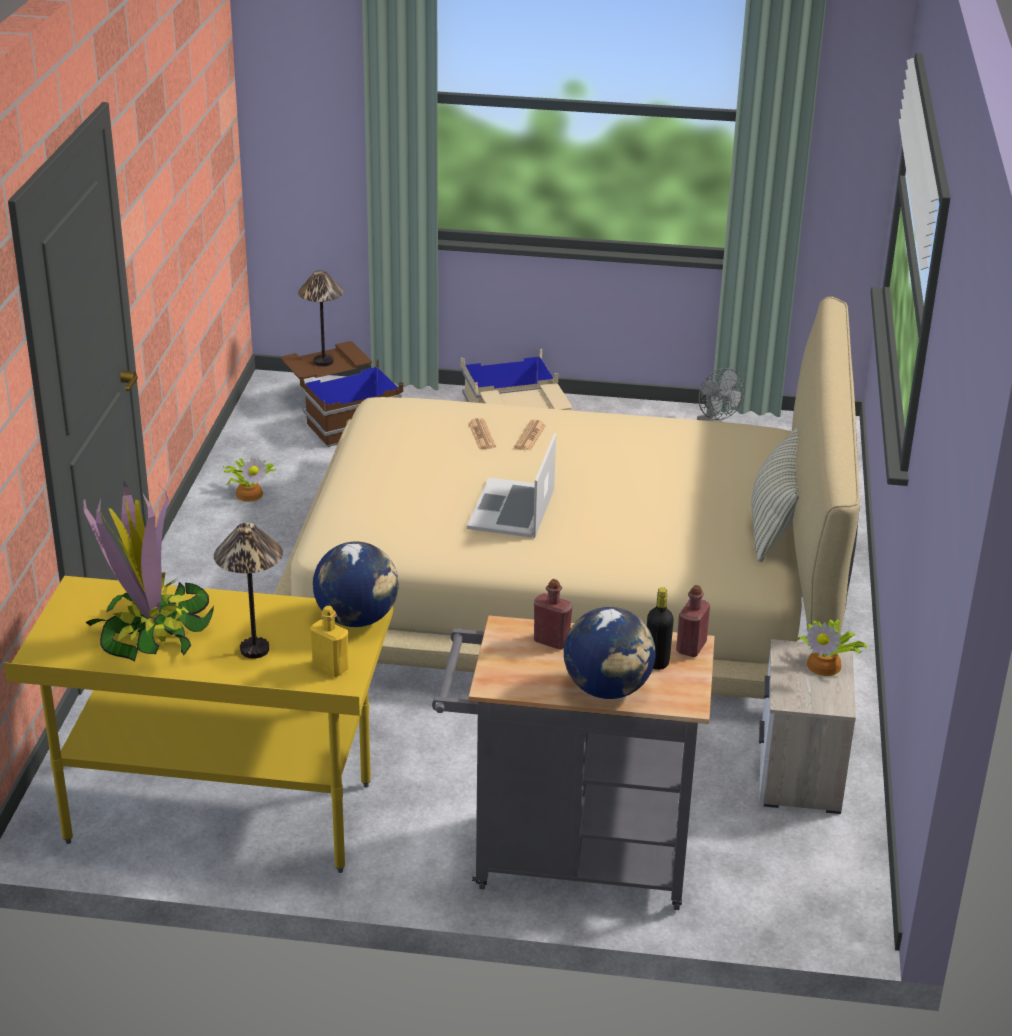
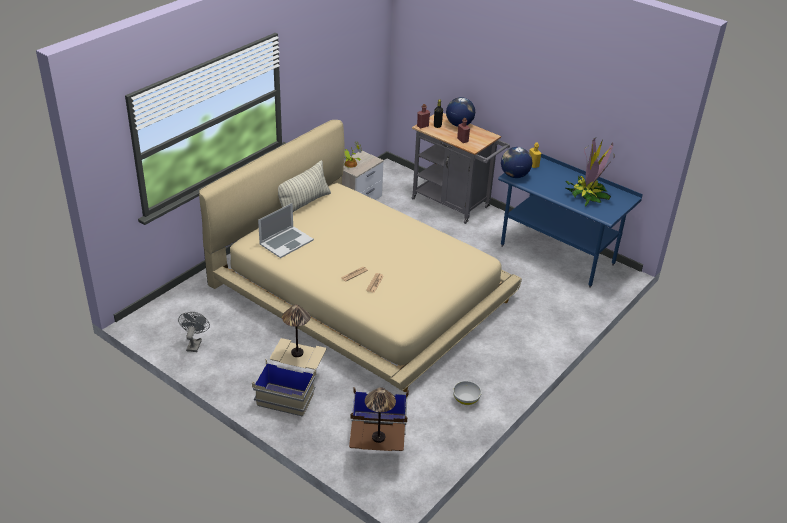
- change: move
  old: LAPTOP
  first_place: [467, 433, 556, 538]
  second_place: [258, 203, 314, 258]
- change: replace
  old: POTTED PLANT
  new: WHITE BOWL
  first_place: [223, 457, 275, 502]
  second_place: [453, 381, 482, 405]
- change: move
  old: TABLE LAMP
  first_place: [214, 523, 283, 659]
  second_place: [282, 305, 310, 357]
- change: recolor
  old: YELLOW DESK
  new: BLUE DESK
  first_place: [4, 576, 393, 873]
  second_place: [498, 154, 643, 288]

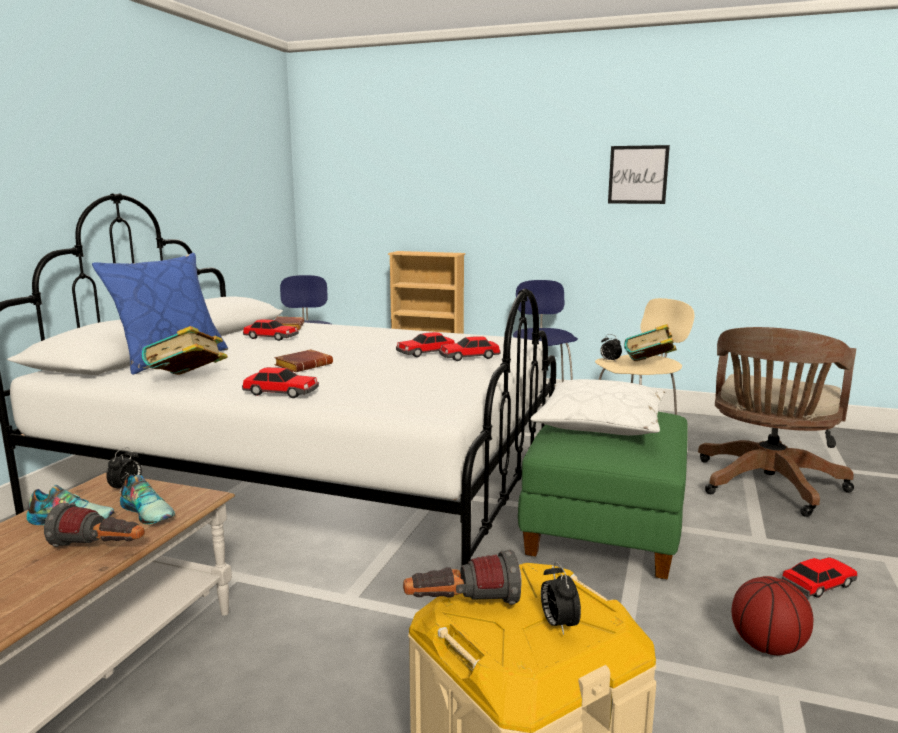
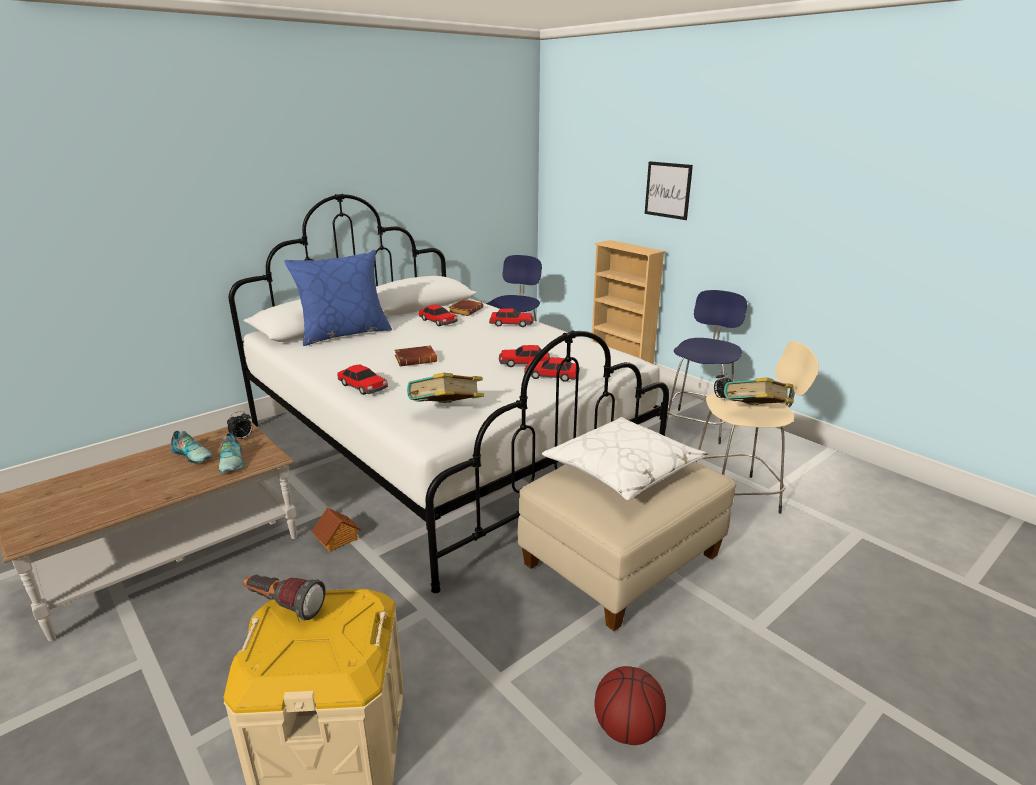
- change: move
  old: PICTURE
  first_place: [608, 145, 670, 204]
  second_place: [645, 161, 693, 220]
- change: move
  old: BOOK
  first_place: [142, 326, 228, 375]
  second_place: [407, 372, 484, 403]
- change: delete
  old: BROWN OFFICE CHAIR
  first_place: [698, 327, 856, 517]
- change: recolor
  old: GREEN OTTOMAN
  new: BEIGE OTTOMAN
  first_place: [518, 412, 688, 579]
  second_place: [517, 462, 736, 631]
- change: delete
  old: FLASHLIGHT
  first_place: [44, 503, 145, 547]
- change: move
  old: TOY CAR
  first_place: [782, 557, 857, 598]
  second_place: [489, 308, 534, 327]
- change: delete
  old: ALARM CLOCK
  first_place: [541, 562, 581, 635]
- change: insert
  new: TOY HOUSE
  second_place: [311, 508, 361, 552]

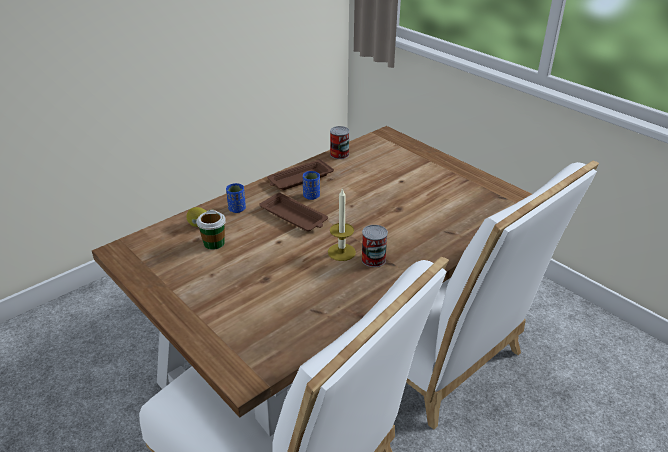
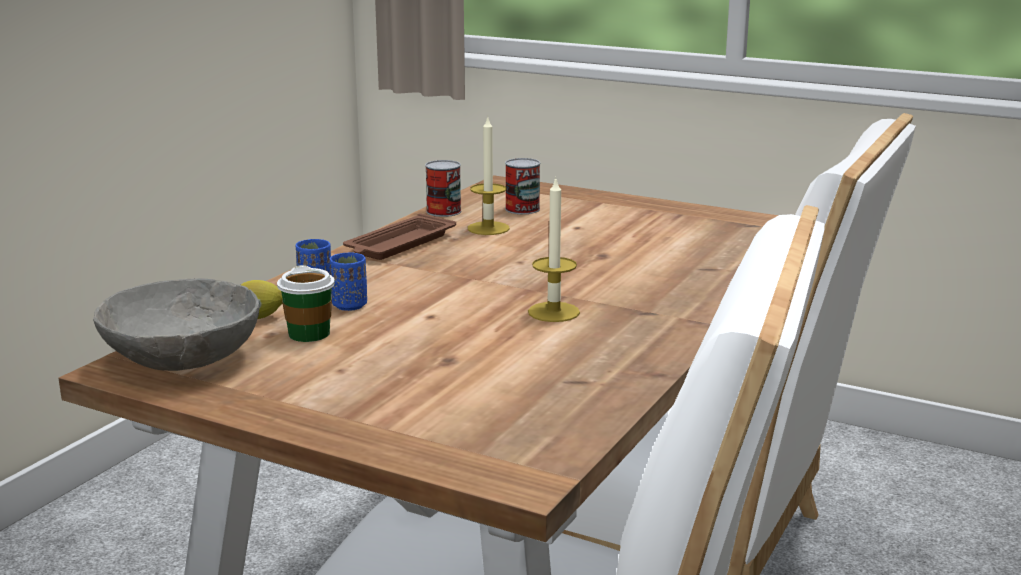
- change: move
  old: BLUE CUP
  first_place: [303, 171, 320, 200]
  second_place: [330, 252, 367, 311]
- change: delete
  old: BROWN TRAY
  first_place: [259, 192, 328, 232]
- change: move
  old: CAN
  first_place: [361, 225, 388, 267]
  second_place: [505, 158, 540, 214]
- change: insert
  new: CANDLE
  second_place: [468, 115, 510, 235]
- change: insert
  new: GREY BOWL
  second_place: [93, 278, 259, 371]

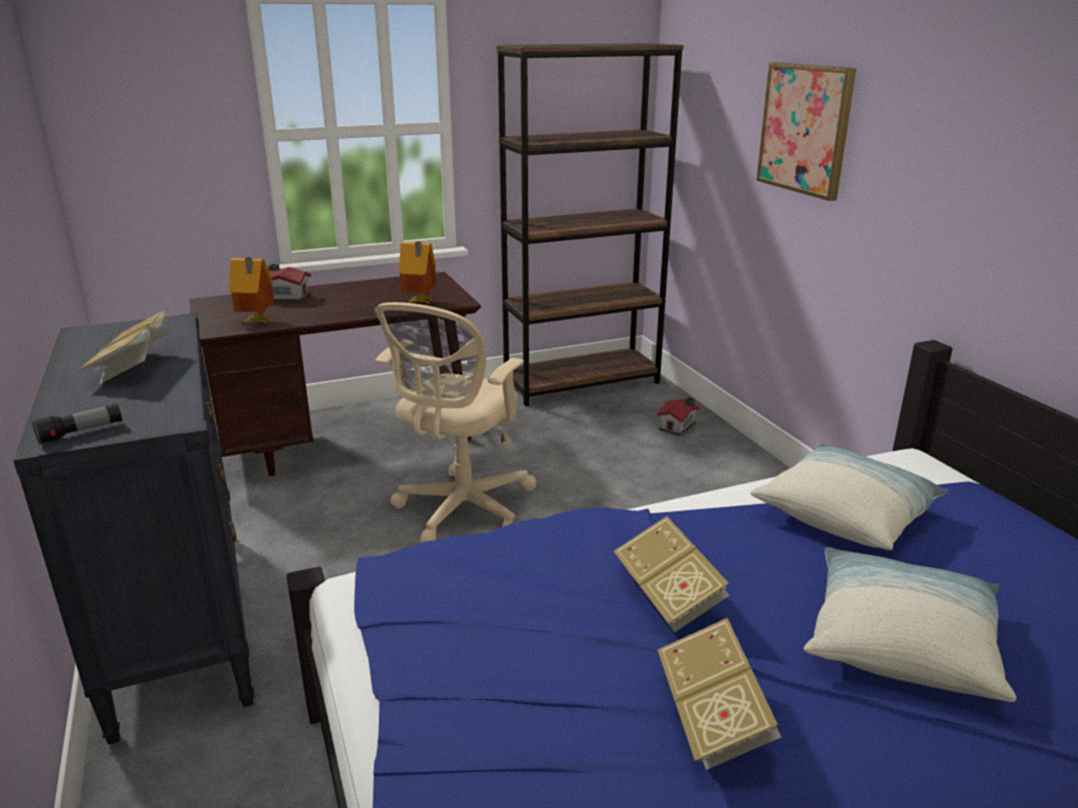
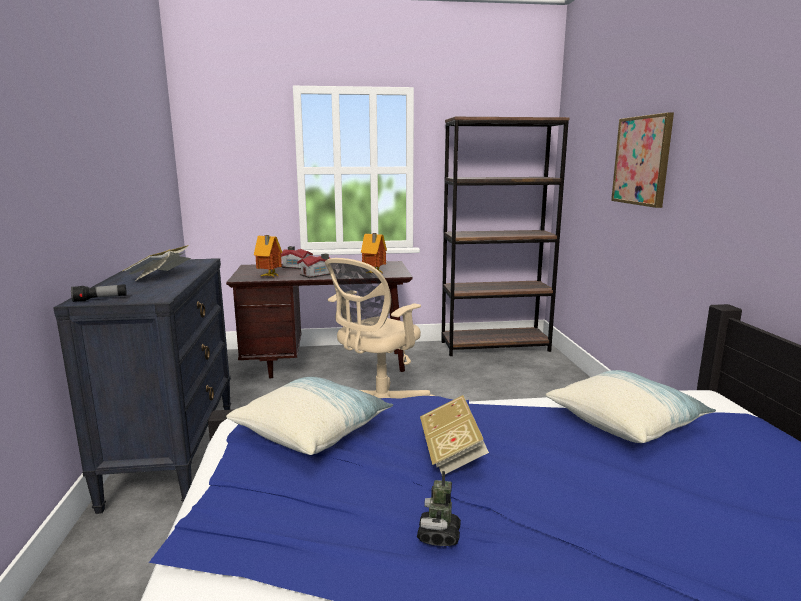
- change: move
  old: TOY HOUSE
  first_place: [657, 397, 700, 436]
  second_place: [297, 253, 330, 278]
- change: move
  old: PILLOW
  first_place: [804, 547, 1017, 702]
  second_place: [226, 377, 393, 455]
- change: replace
  old: BOOK
  new: TOY ROBOT
  first_place: [658, 618, 781, 770]
  second_place: [417, 471, 461, 546]

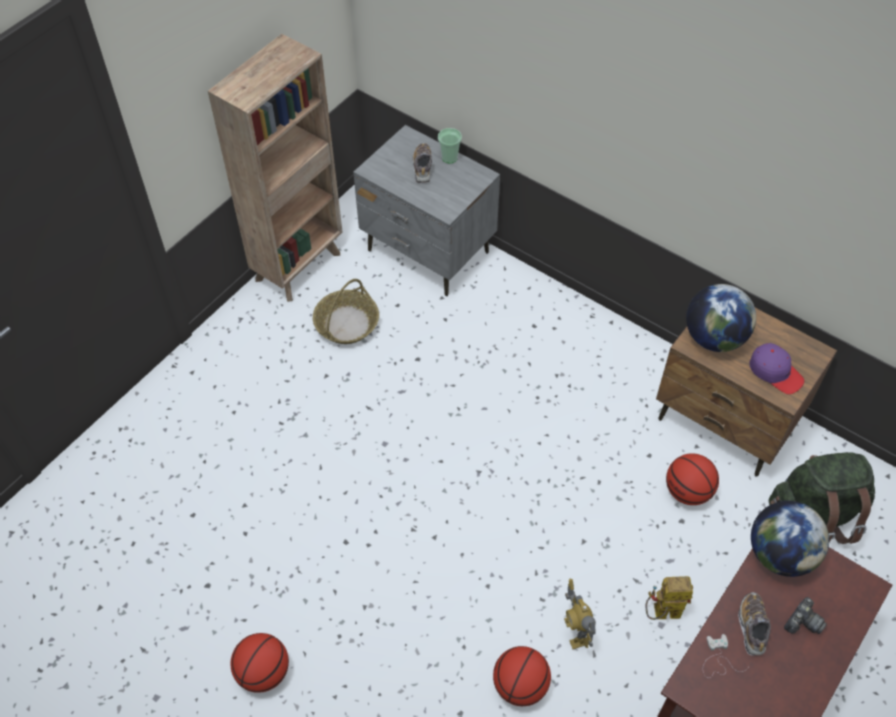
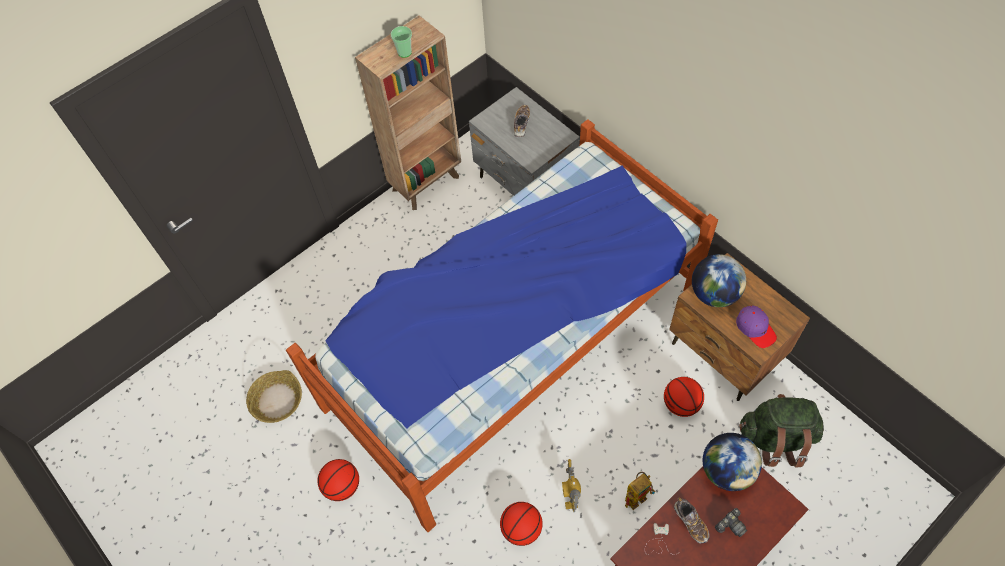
- change: move
  old: CUP
  first_place: [438, 128, 462, 163]
  second_place: [391, 26, 412, 58]
- change: move
  old: BASKET
  first_place: [313, 279, 379, 344]
  second_place: [246, 370, 302, 423]
- change: rotate
  old: TOY ROBOT
  first_place: [646, 576, 693, 620]
  second_place: [625, 472, 656, 510]
  degrees: 135
- change: rotate
  old: SHOE
  first_place: [738, 592, 771, 656]
  second_place: [674, 498, 710, 544]
  degrees: 135
- change: insert
  new: BED
  second_place: [286, 119, 718, 532]

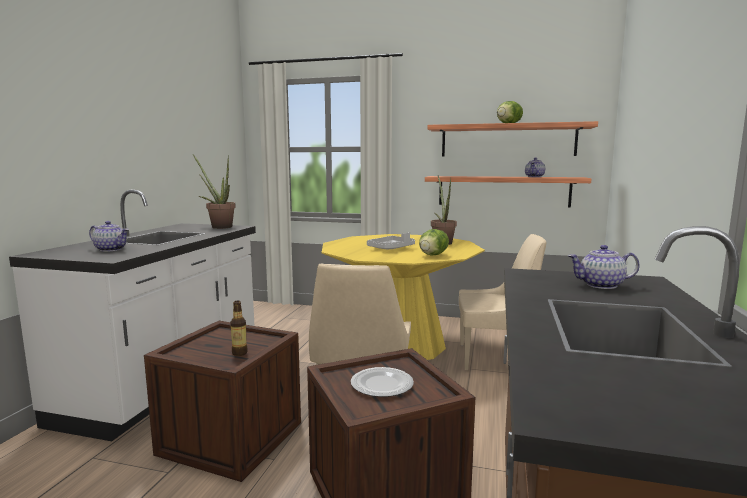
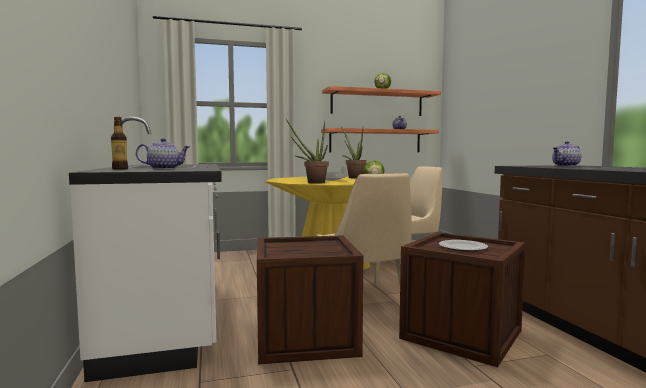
- change: move
  old: POTTED PLANT
  first_place: [193, 155, 236, 229]
  second_place: [286, 119, 329, 184]
- change: move
  old: BOTTLE
  first_place: [230, 301, 248, 356]
  second_place: [111, 117, 128, 170]

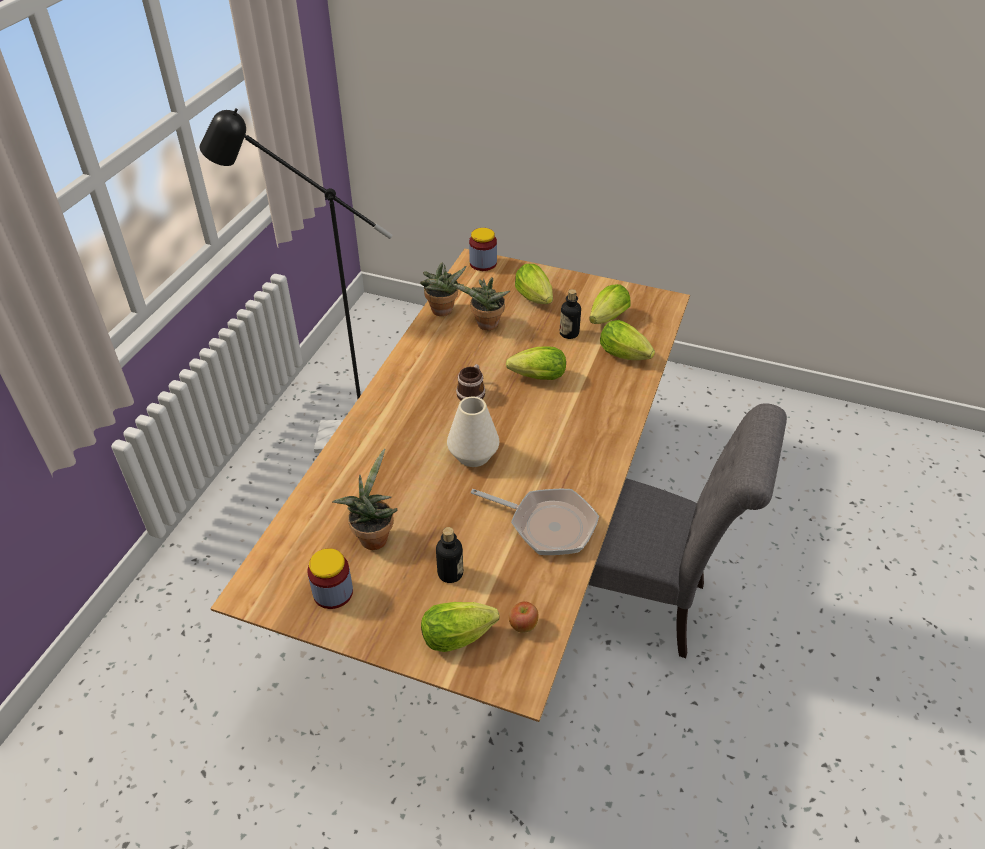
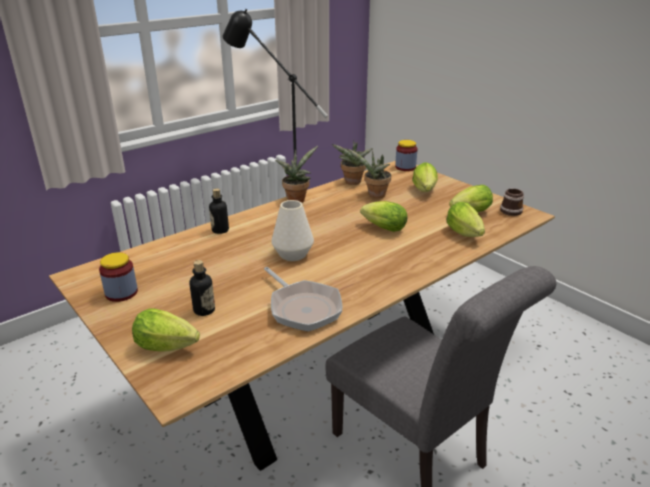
- change: move
  old: BOTTLE
  first_place: [560, 289, 581, 339]
  second_place: [209, 188, 229, 234]
- change: move
  old: MUG
  first_place: [456, 364, 485, 400]
  second_place: [500, 189, 524, 216]
- change: move
  old: POTTED PLANT
  first_place: [332, 449, 398, 550]
  second_place: [275, 146, 318, 203]
- change: delete
  old: APPLE
  first_place: [509, 601, 539, 633]

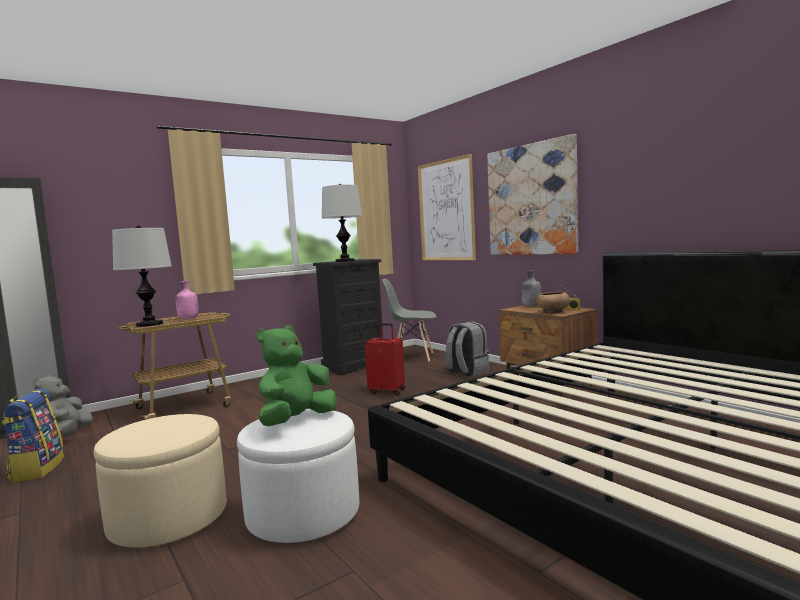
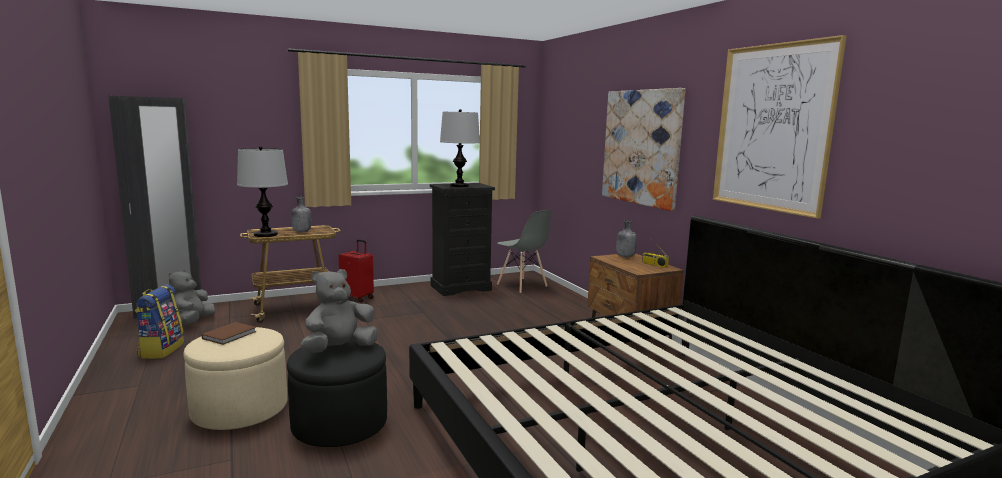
- change: move
  old: PICTURE
  first_place: [418, 154, 476, 260]
  second_place: [713, 35, 847, 219]
- change: rotate
  old: GREY CHAIR
  first_place: [382, 279, 437, 361]
  second_place: [497, 210, 551, 293]
  degrees: -150
- change: recolor
  old: PINK BOTTLE
  new: GREY BOTTLE
  first_place: [176, 281, 199, 320]
  second_place: [291, 197, 311, 232]
- change: delete
  old: BROWN BOWL
  first_place: [536, 292, 570, 313]
- change: delete
  old: GREY BACKPACK
  first_place: [445, 321, 489, 376]
- change: move
  old: RED SUITCASE
  first_place: [365, 323, 405, 395]
  second_place: [339, 239, 374, 302]
- change: recolor
  old: GREEN PLUSH TOY
  new: GREY PLUSH TOY
  first_place: [257, 326, 337, 426]
  second_place: [301, 269, 378, 353]
- change: recolor
  old: WHITE OTTOMAN
  new: BLACK OTTOMAN
  first_place: [237, 409, 359, 543]
  second_place: [287, 340, 387, 447]
- change: insert
  new: BROWN BOOK
  second_place: [202, 322, 256, 345]

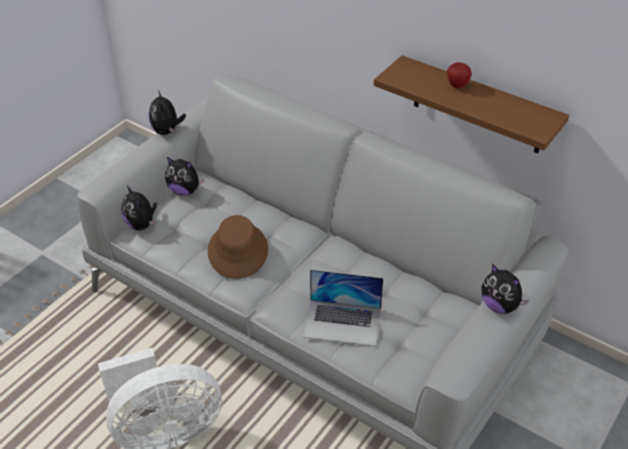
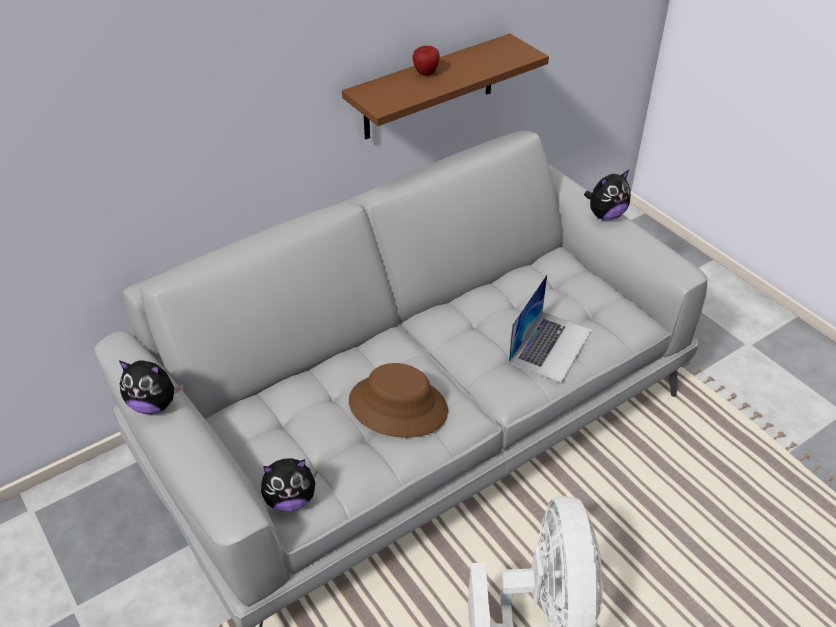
- change: delete
  old: PLUSH TOY
  first_place: [165, 157, 205, 196]

